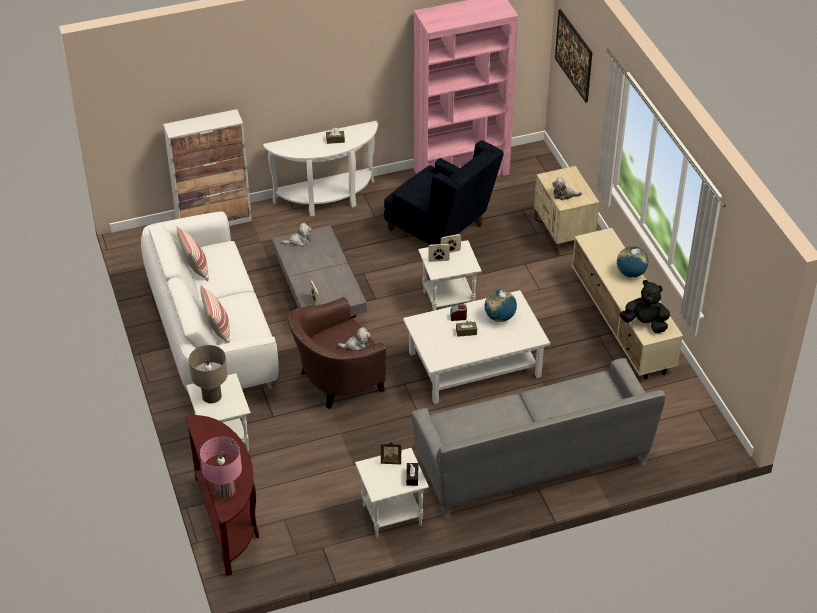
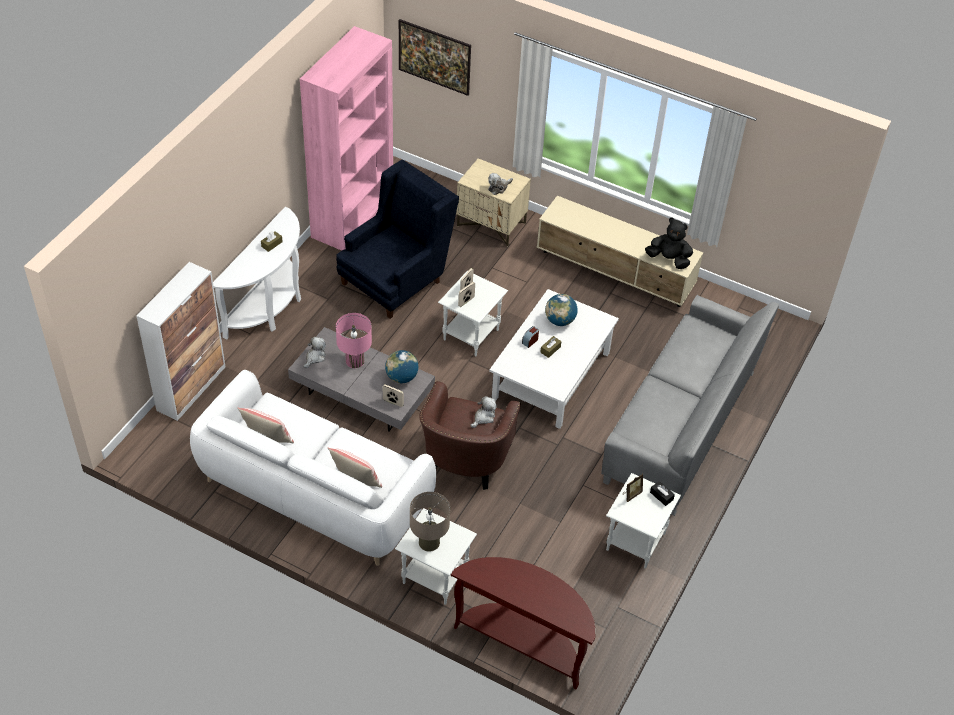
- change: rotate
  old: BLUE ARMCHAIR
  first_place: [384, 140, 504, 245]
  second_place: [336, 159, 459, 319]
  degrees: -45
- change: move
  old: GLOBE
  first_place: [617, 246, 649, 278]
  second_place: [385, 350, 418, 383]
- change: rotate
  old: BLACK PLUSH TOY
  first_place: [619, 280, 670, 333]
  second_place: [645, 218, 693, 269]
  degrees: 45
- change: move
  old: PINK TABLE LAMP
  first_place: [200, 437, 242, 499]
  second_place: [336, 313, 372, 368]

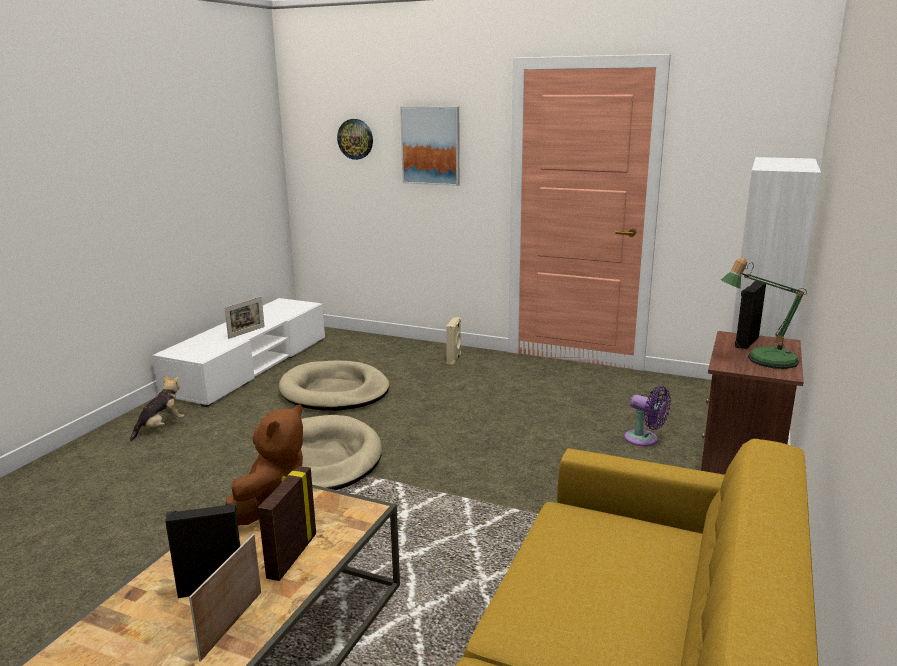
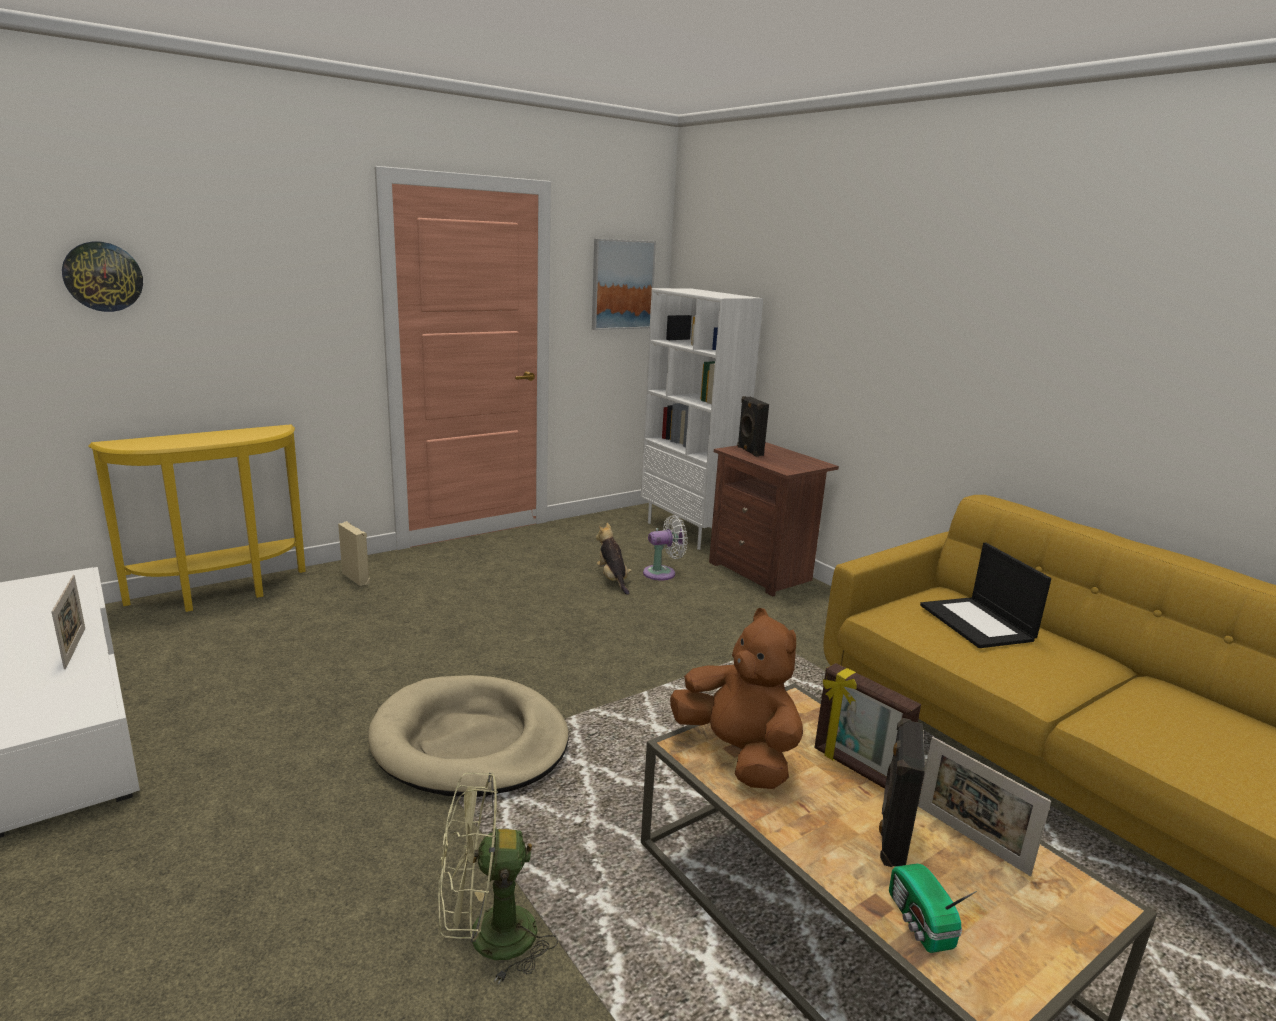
- change: move
  old: PICTURE
  first_place: [400, 106, 460, 186]
  second_place: [592, 239, 656, 330]
- change: delete
  old: TABLE LAMP
  first_place: [721, 258, 807, 369]
- change: delete
  old: BEIGE DOG BED
  first_place: [279, 360, 390, 411]
- change: move
  old: PLUSH TOY
  first_place: [130, 375, 185, 441]
  second_place: [596, 523, 632, 595]
- change: recolor
  old: PURPLE FAN
  new: WHITE FAN
  first_place: [624, 386, 671, 446]
  second_place: [643, 515, 688, 581]
- change: insert
  new: YELLOW CONSOLE TABLE
  second_place: [88, 424, 306, 612]
- change: insert
  new: LAPTOP
  second_place: [920, 543, 1051, 648]
- change: insert
  new: GREEN FAN
  second_place: [438, 773, 558, 985]
- change: insert
  new: RADIO
  second_place: [889, 864, 977, 953]

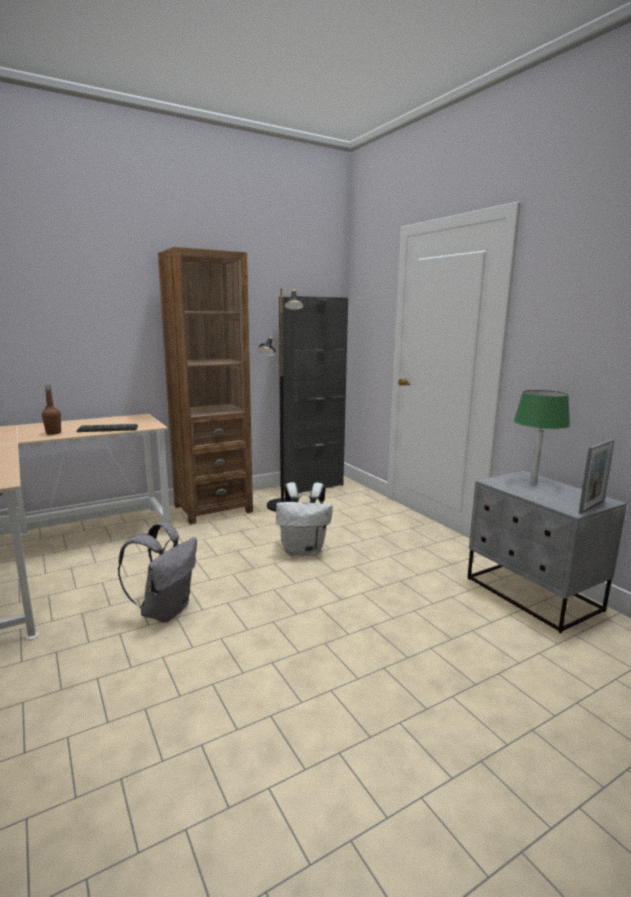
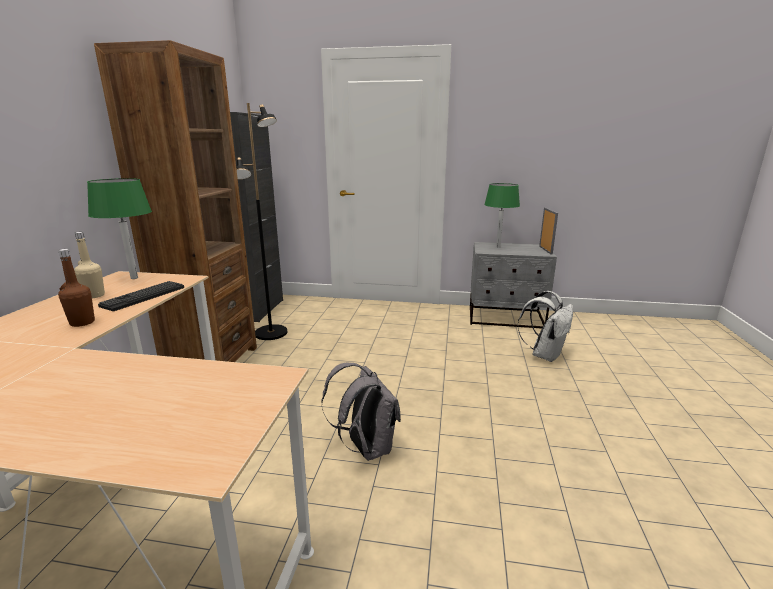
- change: move
  old: WHITE BACKPACK
  first_place: [276, 482, 333, 556]
  second_place: [518, 291, 573, 362]
- change: insert
  new: GREEN TABLE LAMP
  second_place: [87, 178, 152, 279]
- change: insert
  new: BEIGE BOTTLE
  second_place: [74, 232, 105, 298]

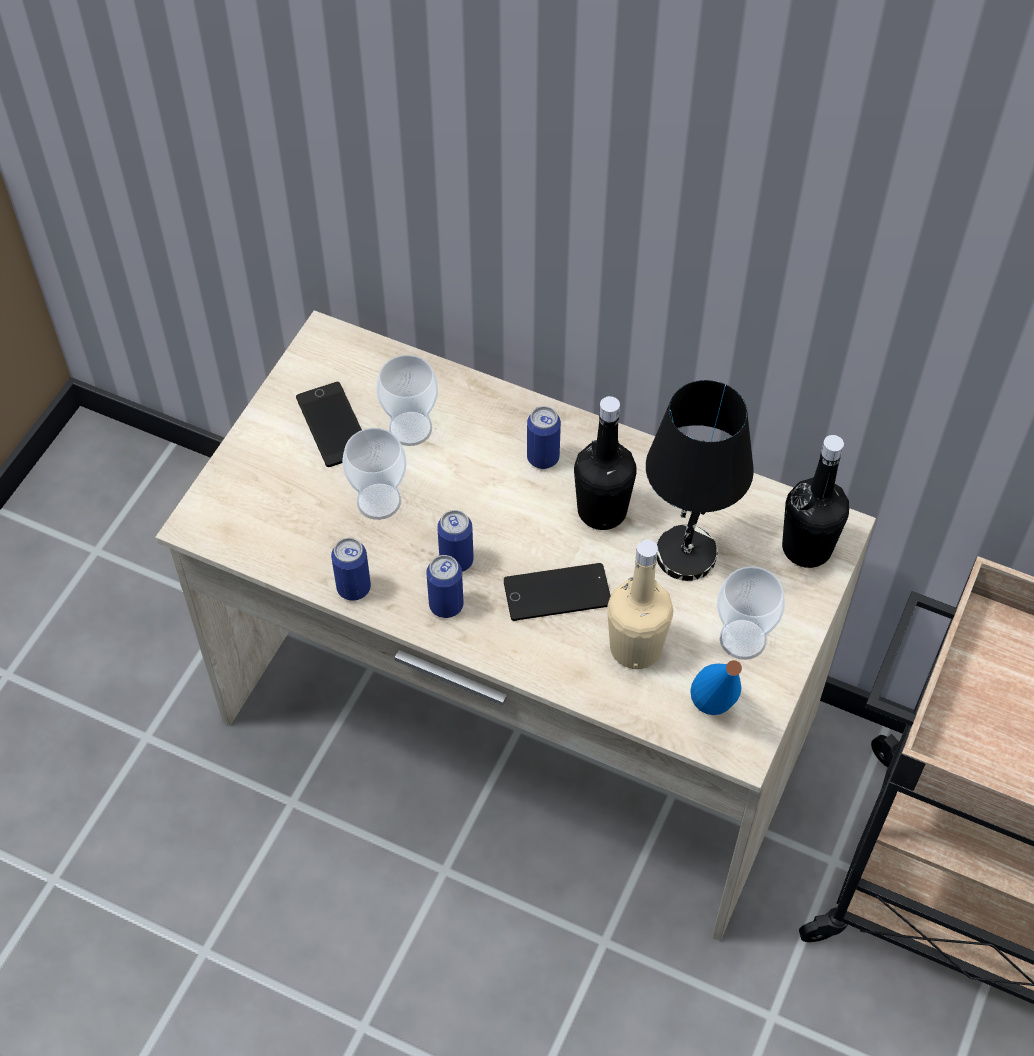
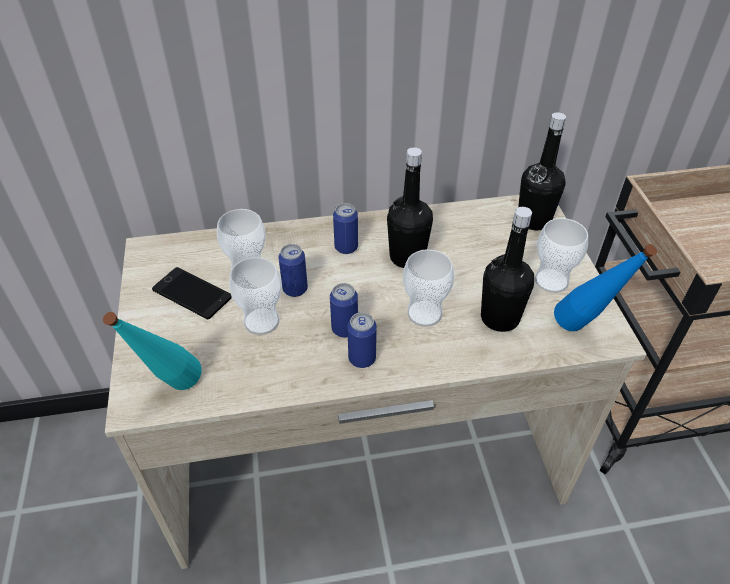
- change: delete
  old: BLACK TABLE LAMP
  first_place: [646, 380, 754, 581]
- change: move
  old: CAN
  first_place: [331, 538, 371, 601]
  second_place: [278, 244, 308, 297]
- change: recolor
  old: BEIGE BOTTLE
  new: BLACK BOTTLE
  first_place: [607, 539, 673, 669]
  second_place: [481, 207, 534, 332]
- change: replace
  old: PHONE
  new: CUP
  first_place: [504, 563, 611, 621]
  second_place: [403, 249, 454, 327]
- change: insert
  new: TURQUOISE BOTTLE
  second_place: [103, 312, 202, 390]

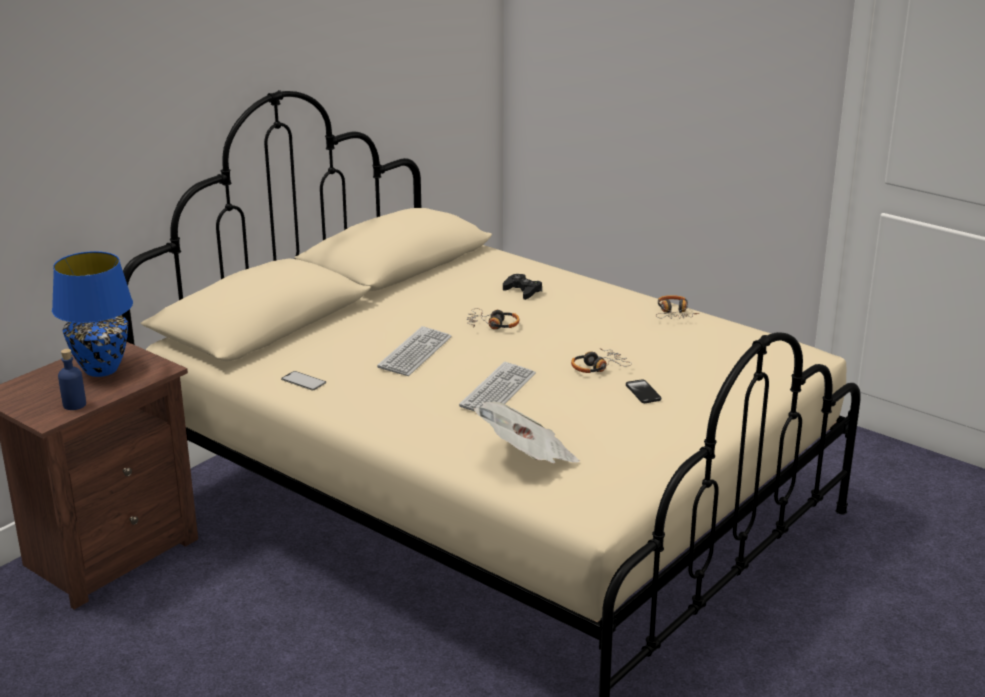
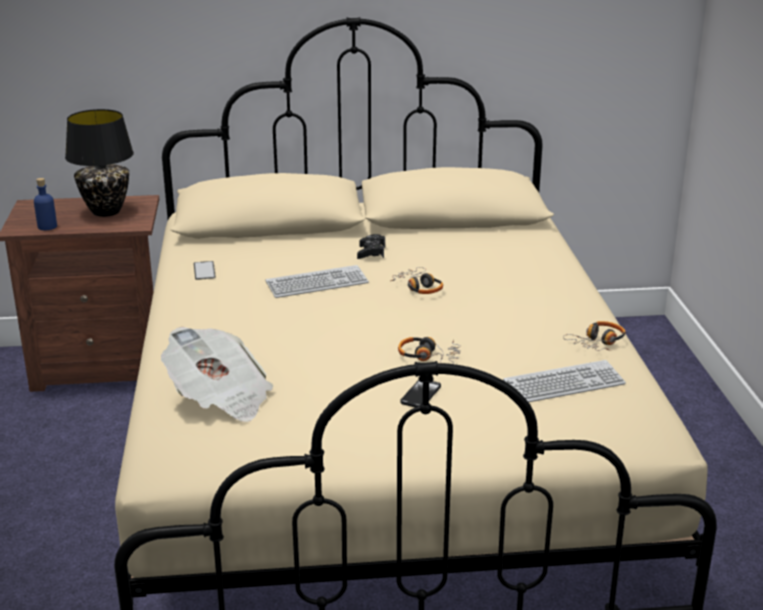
- change: recolor
  old: BLUE TABLE LAMP
  new: BLACK TABLE LAMP
  first_place: [52, 251, 133, 377]
  second_place: [65, 109, 134, 217]
- change: move
  old: BLACK GAME CONTROLLER
  first_place: [503, 274, 542, 300]
  second_place: [357, 234, 385, 259]
- change: move
  old: KEYBOARD
  first_place: [459, 362, 536, 411]
  second_place: [503, 360, 626, 402]

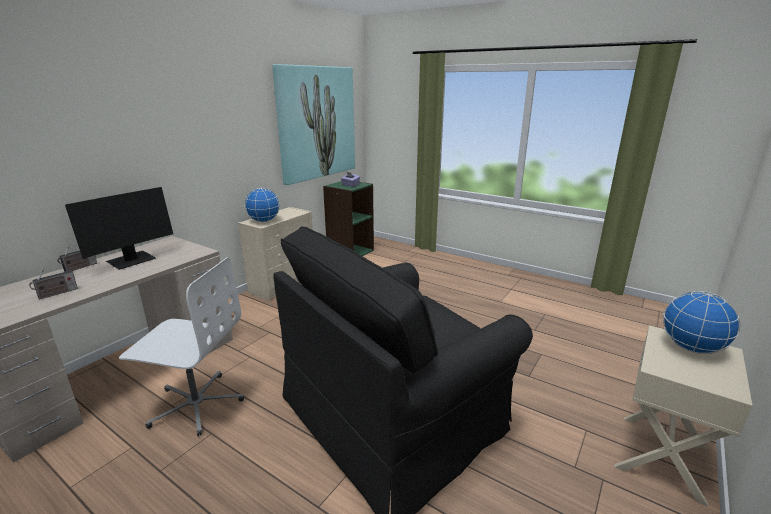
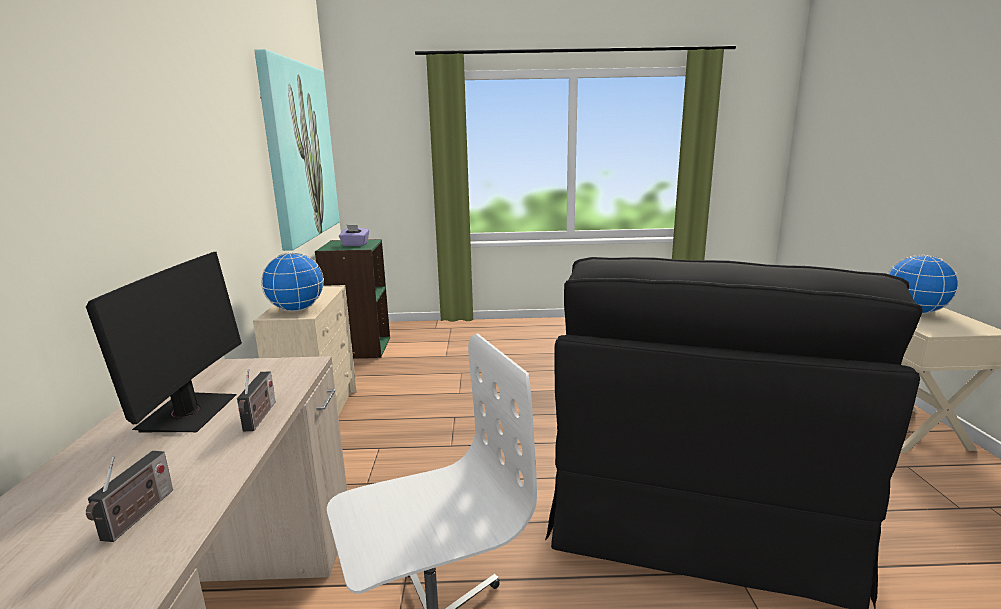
- change: move
  old: RADIO
  first_place: [57, 244, 97, 272]
  second_place: [237, 370, 276, 431]

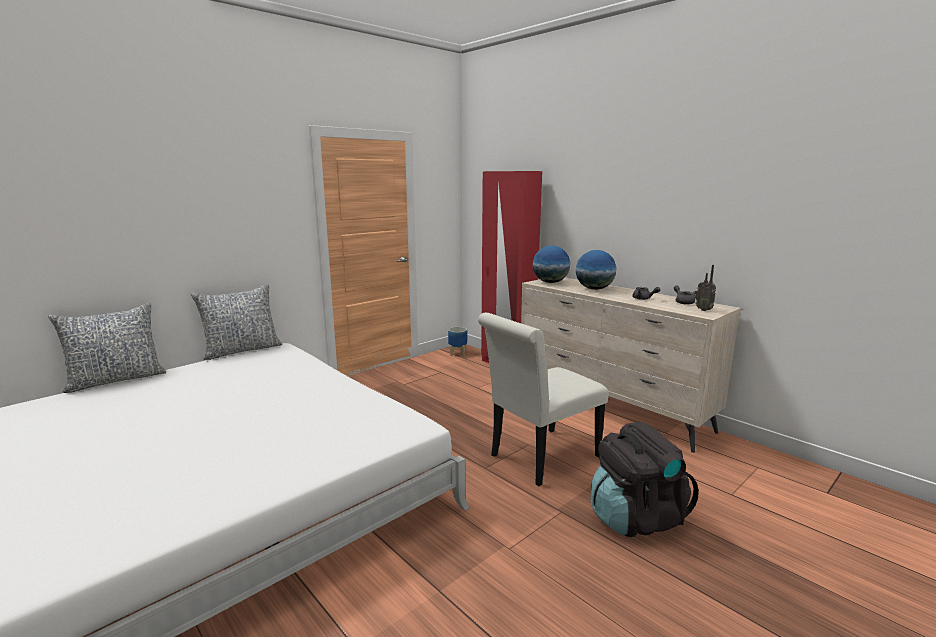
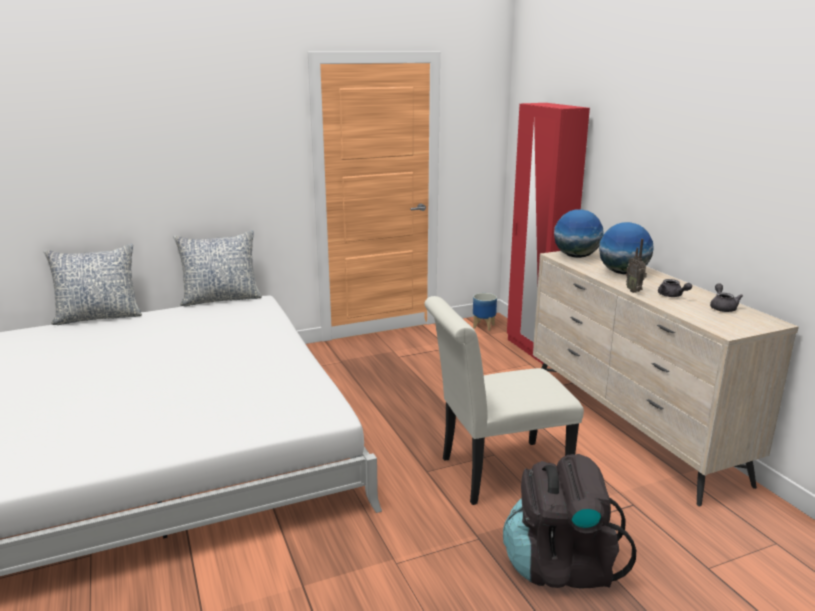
- change: move
  old: RADIO
  first_place: [695, 265, 716, 311]
  second_place: [626, 239, 647, 293]

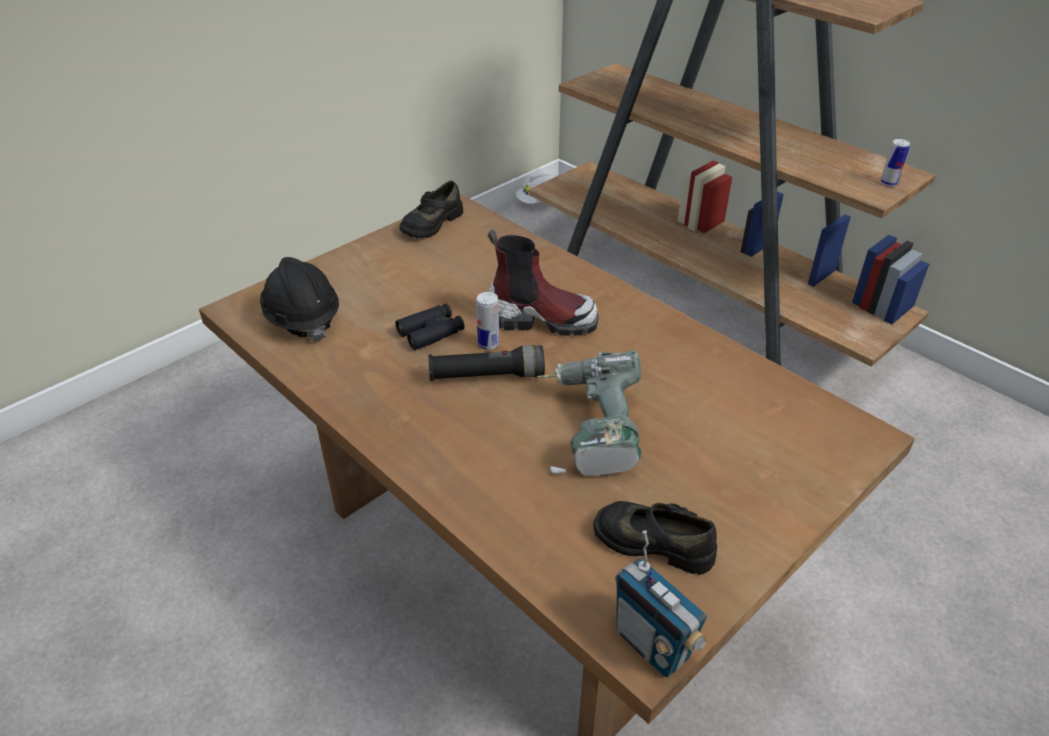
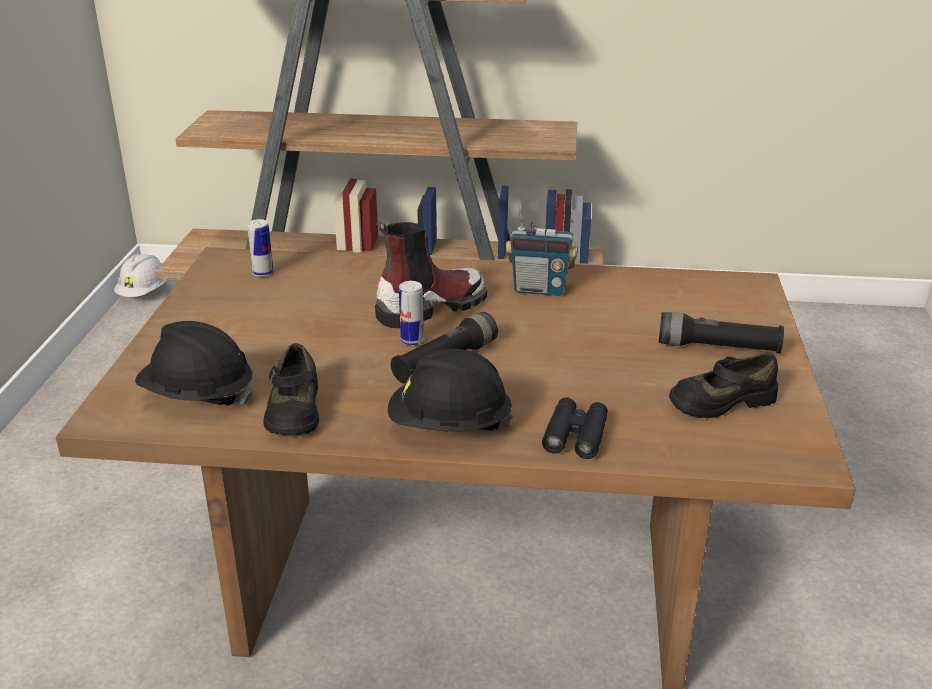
- change: move
  old: CAN
  first_place: [881, 139, 910, 186]
  second_place: [247, 219, 274, 277]
- change: move
  old: BLACK SHOE
  first_place: [400, 181, 463, 238]
  second_place: [263, 343, 319, 435]
- change: move
  old: BLACK BINOCULARS
  first_place: [395, 304, 465, 350]
  second_place: [542, 398, 608, 459]
- change: delete
  old: POWER DRILL
  first_place: [537, 351, 641, 476]
- change: move
  old: RADIO
  first_place: [615, 530, 709, 677]
  second_place: [505, 197, 578, 296]
- change: insert
  new: BLACK FLASHLIGHT
  second_place: [659, 312, 784, 353]
- change: insert
  new: BLACK HARD HAT
  second_place: [388, 349, 513, 432]

